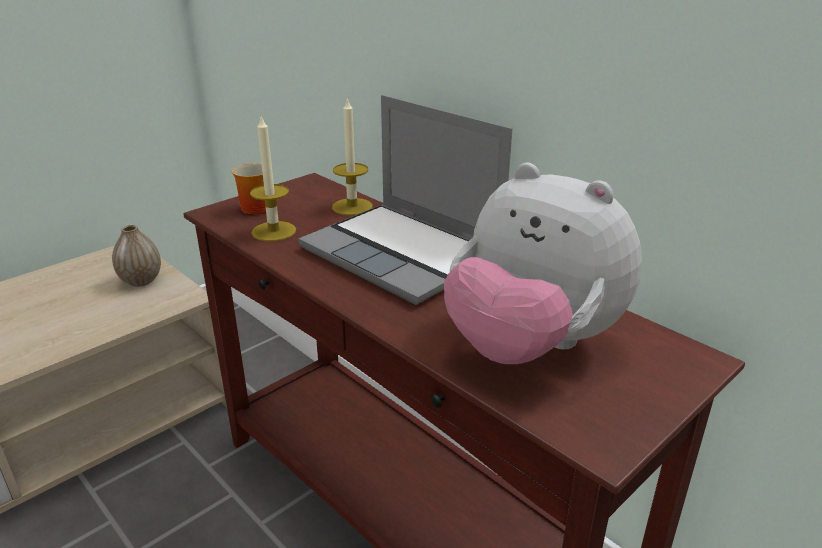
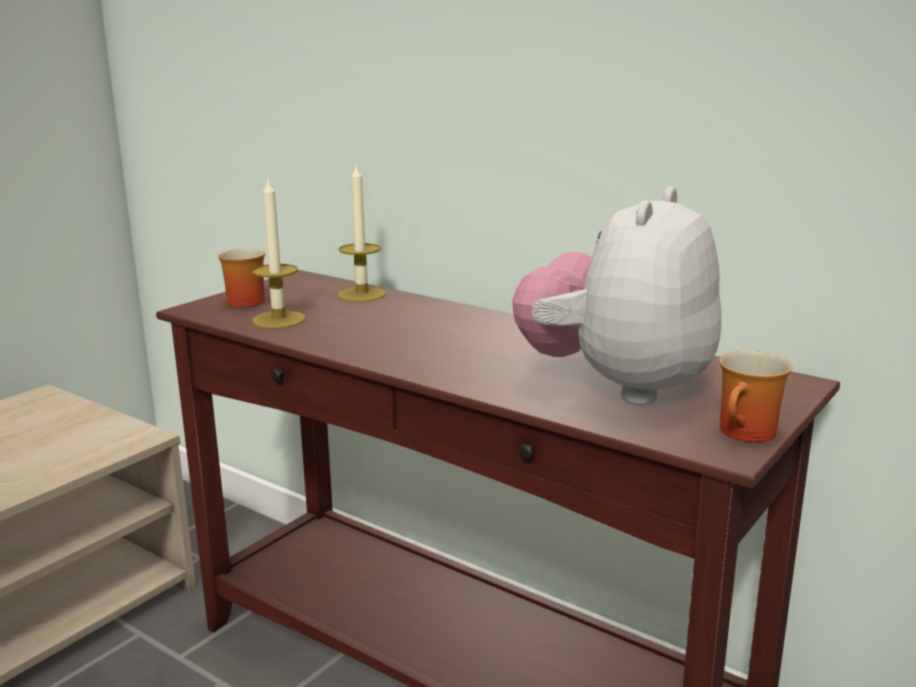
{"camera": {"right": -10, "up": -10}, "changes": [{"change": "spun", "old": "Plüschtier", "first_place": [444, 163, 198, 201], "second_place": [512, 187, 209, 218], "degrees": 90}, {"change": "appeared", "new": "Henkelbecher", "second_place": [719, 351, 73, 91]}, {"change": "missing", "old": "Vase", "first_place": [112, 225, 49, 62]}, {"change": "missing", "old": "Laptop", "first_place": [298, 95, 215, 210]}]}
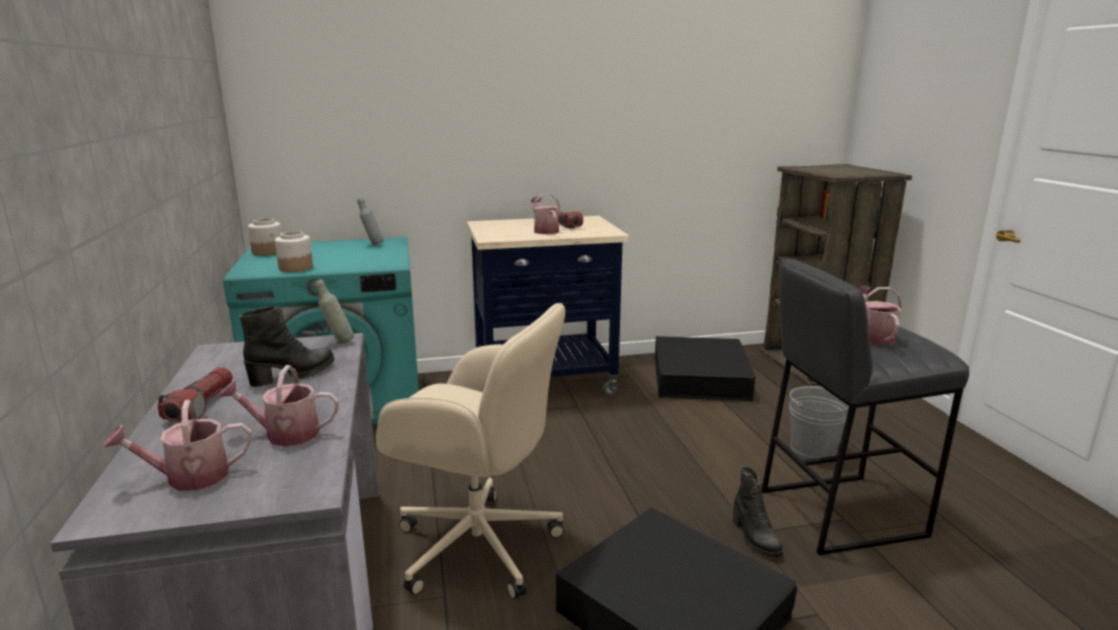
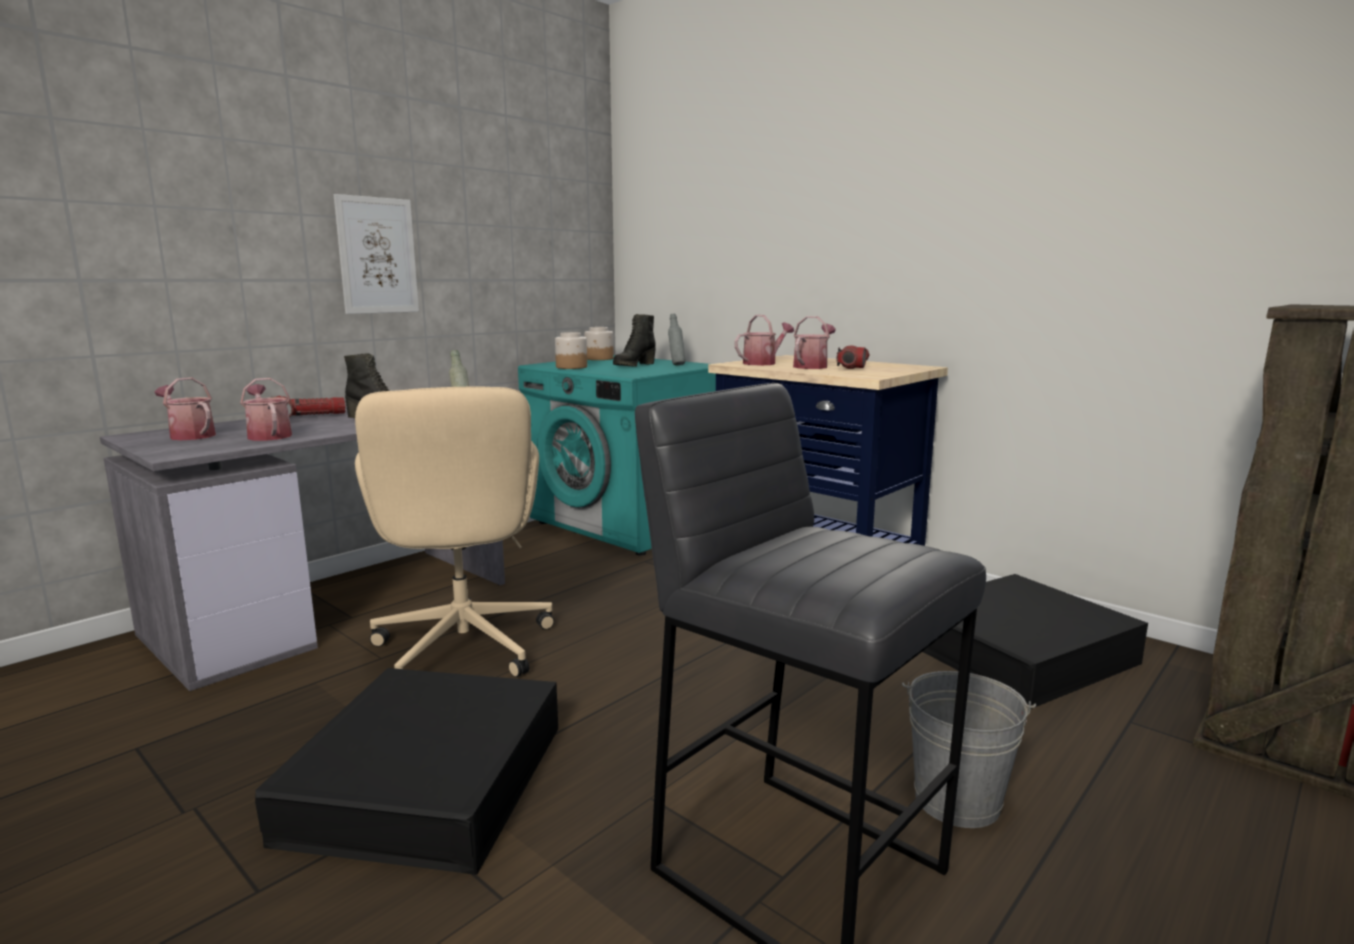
{"camera": {"right": 55, "up": -5}, "changes": [{"change": "appeared", "new": "Bild", "second_place": [334, 194, 85, 120]}, {"change": "relocated", "old": "Stiefel (schwarz)", "first_place": [733, 467, 50, 91], "second_place": [613, 314, 43, 53]}, {"change": "relocated", "old": "Gießkanne", "first_place": [858, 286, 44, 59], "second_place": [734, 315, 60, 50]}]}
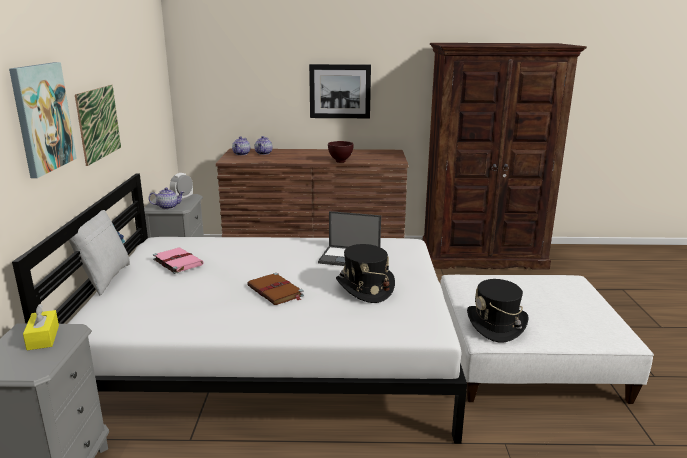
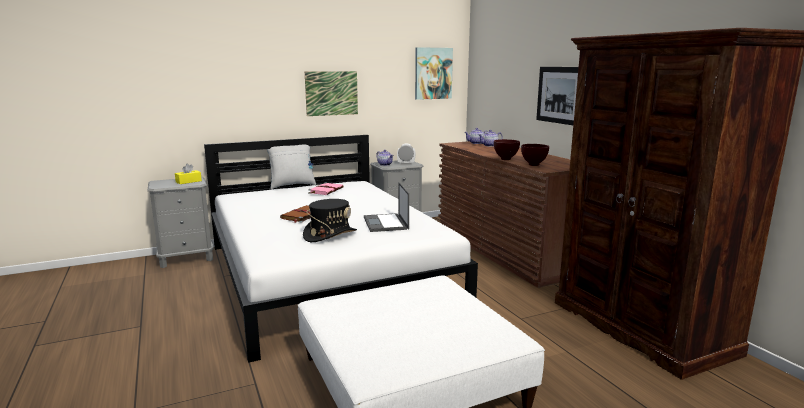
{"camera": {"right": 65, "up": -5}, "changes": [{"change": "relocated", "old": "Bild", "first_place": [9, 62, 68, 116], "second_place": [415, 47, 38, 53]}, {"change": "appeared", "new": "Schüssel (braun)", "second_place": [521, 144, 28, 22]}, {"change": "missing", "old": "Hut (schwarz)", "first_place": [467, 279, 62, 63]}]}
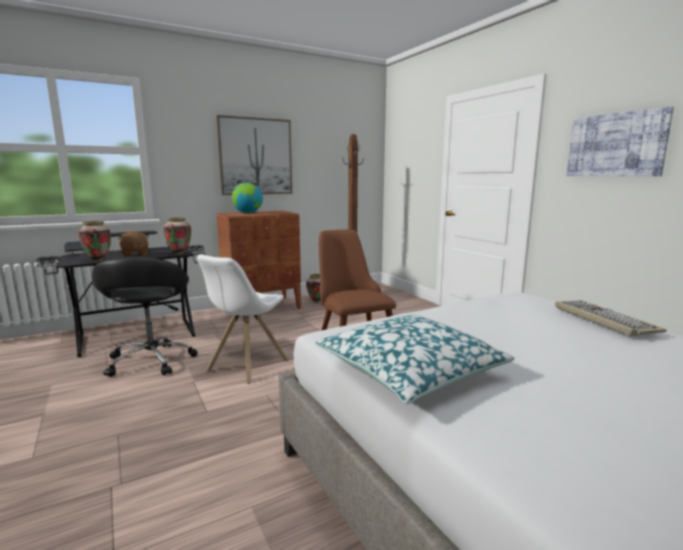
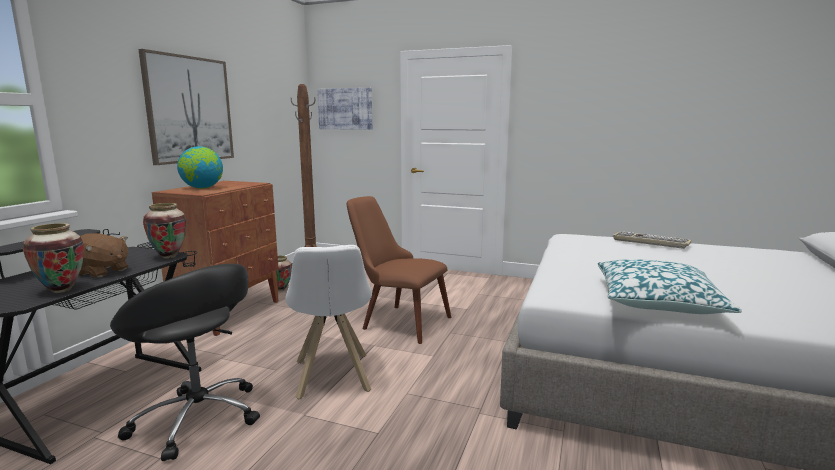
{"camera": {"right": -40, "up": 0}, "changes": [{"change": "relocated", "old": "Bild", "first_place": [567, 106, 107, 70], "second_place": [317, 88, 55, 42]}]}
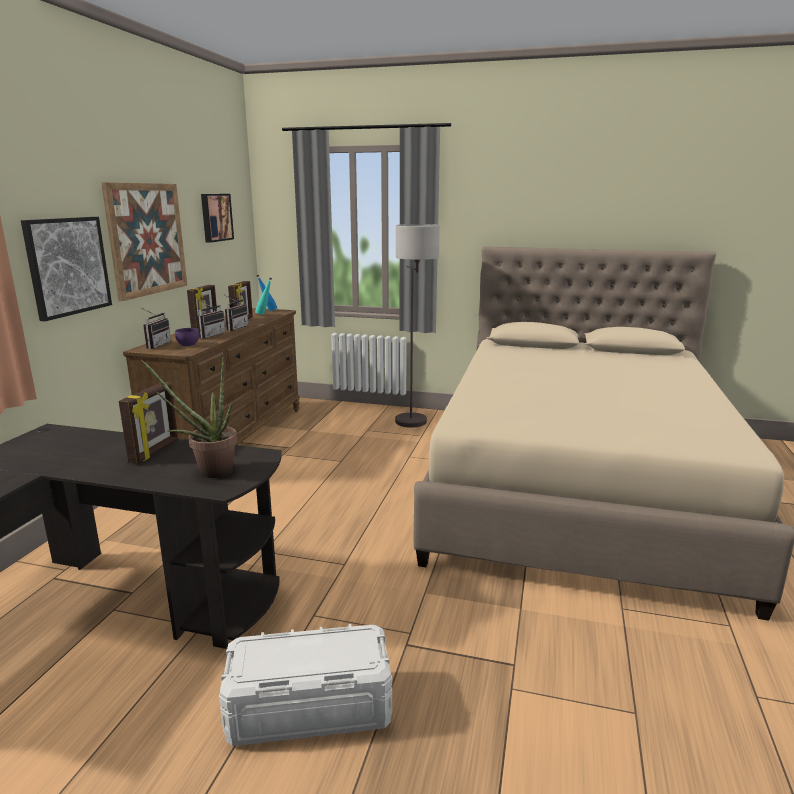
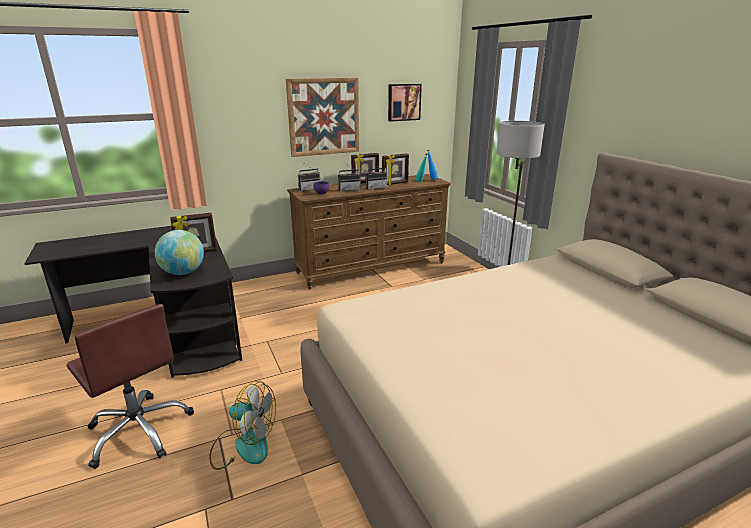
{"camera": {"right": 50, "up": 5}, "changes": [{"change": "exchanged", "old": "Aufbewahrungsbox (weiß)", "new": "Bürostuhl (braun)", "first_place": [219, 624, 173, 122], "second_place": [66, 304, 128, 165]}, {"change": "exchanged", "old": "Topfpflanze", "new": "Globus", "first_place": [141, 356, 96, 122], "second_place": [155, 230, 49, 45]}, {"change": "appeared", "new": "Ventilator", "second_place": [209, 381, 67, 89]}, {"change": "missing", "old": "Bild", "first_place": [21, 217, 91, 104]}]}
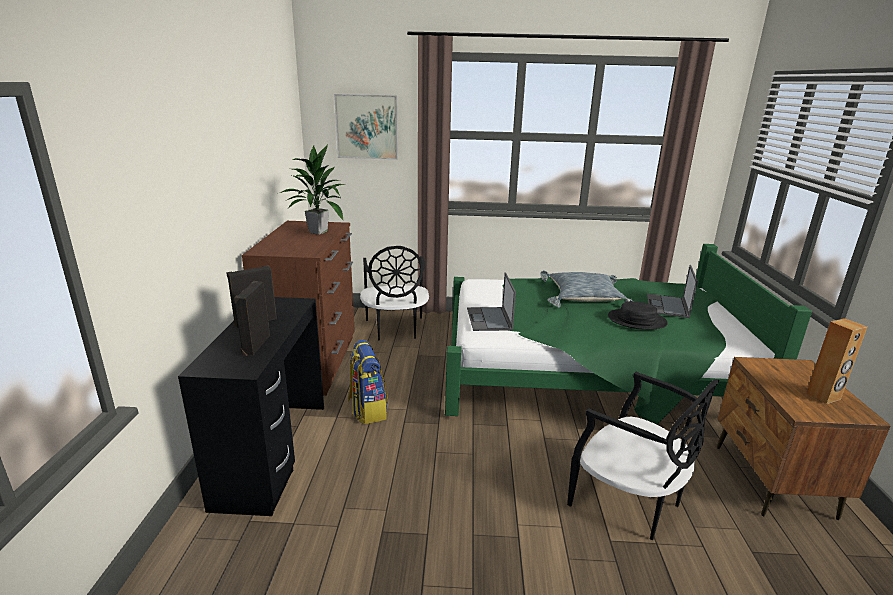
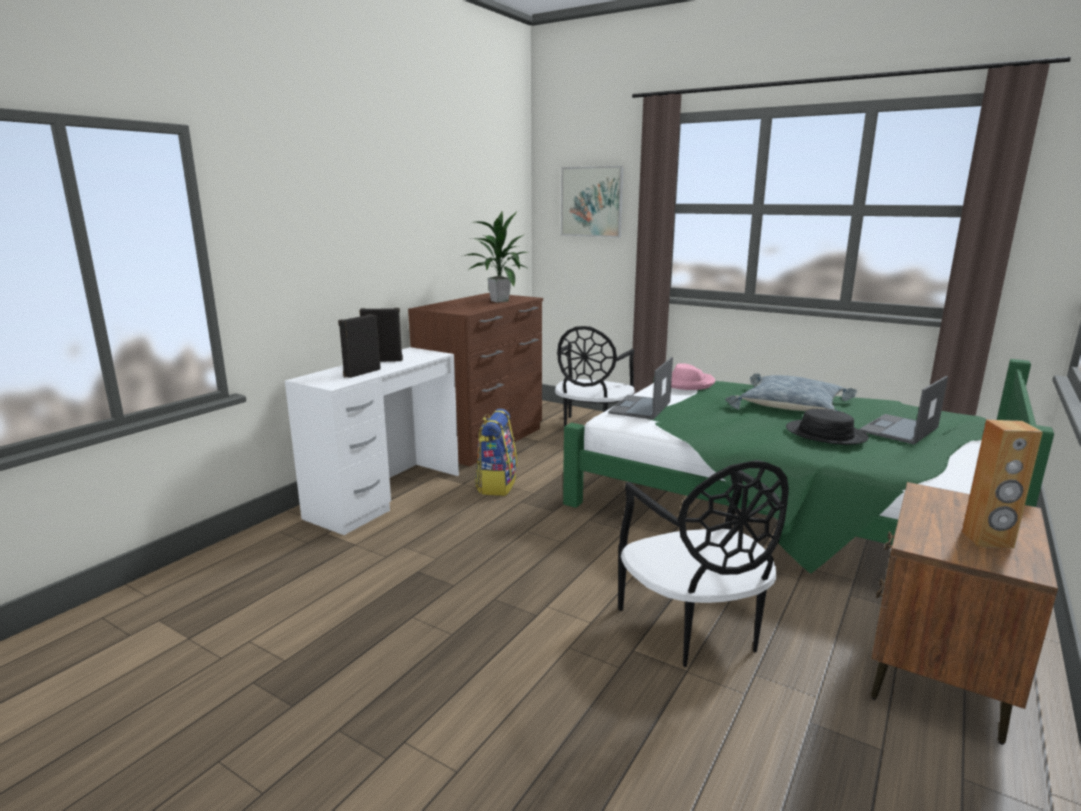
{"camera": {"right": 30, "up": -5}, "changes": [{"change": "colour", "old": "Schreibtisch (schwarz)", "new": "Schreibtisch (weiß)", "first_place": [178, 297, 146, 219], "second_place": [285, 347, 174, 188]}, {"change": "appeared", "new": "Hut (rosa)", "second_place": [671, 363, 44, 27]}]}
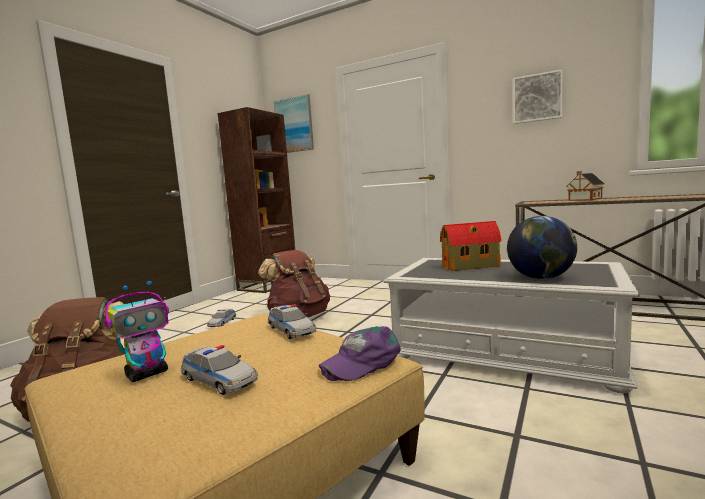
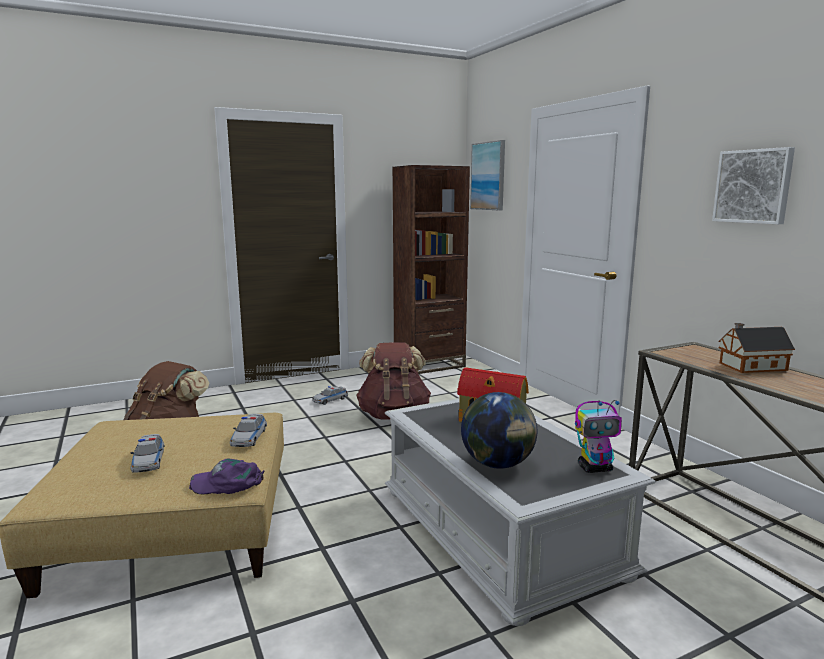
{"camera": {"right": 35, "up": 5}, "changes": [{"change": "relocated", "old": "Spielzeugroboter", "first_place": [105, 281, 64, 101], "second_place": [575, 400, 47, 73]}]}
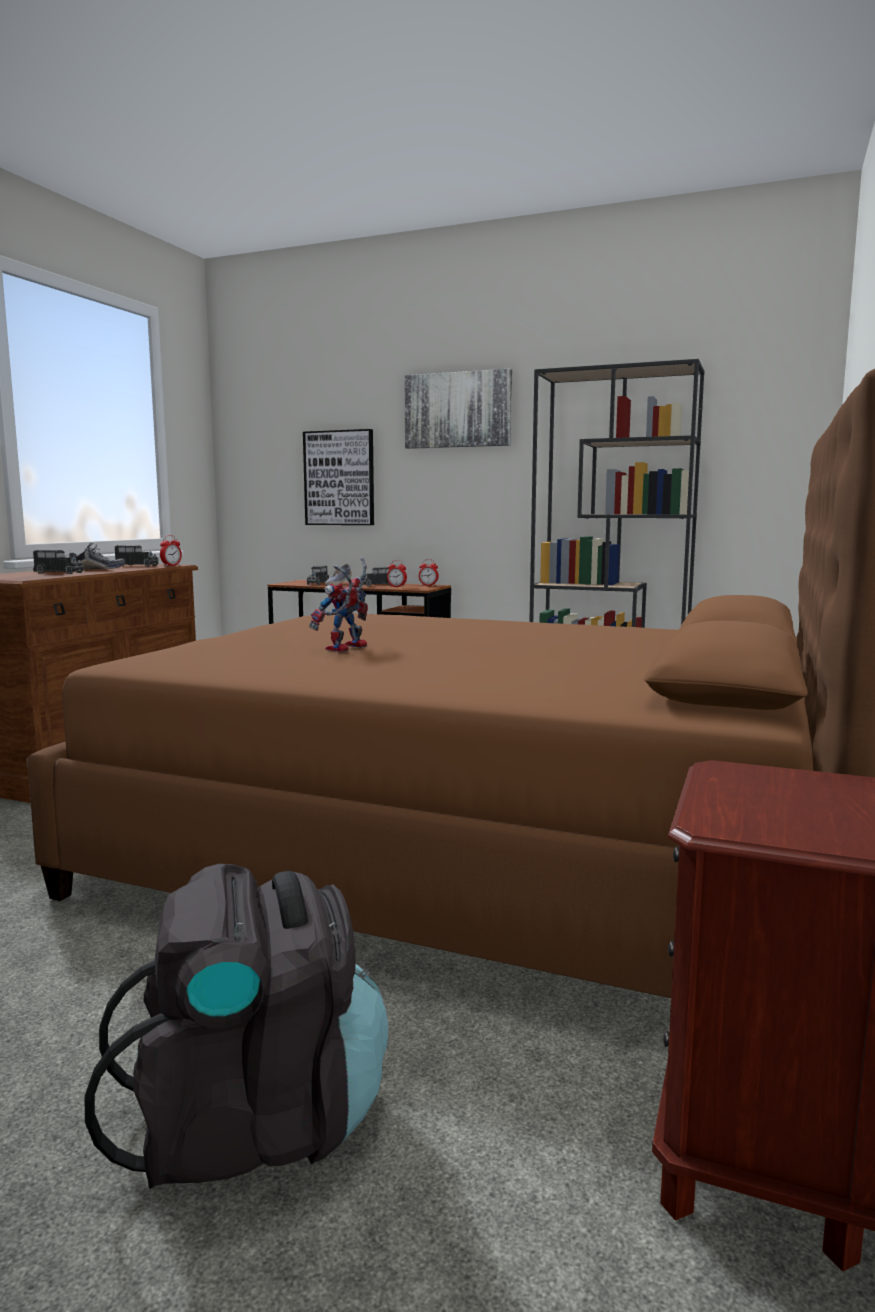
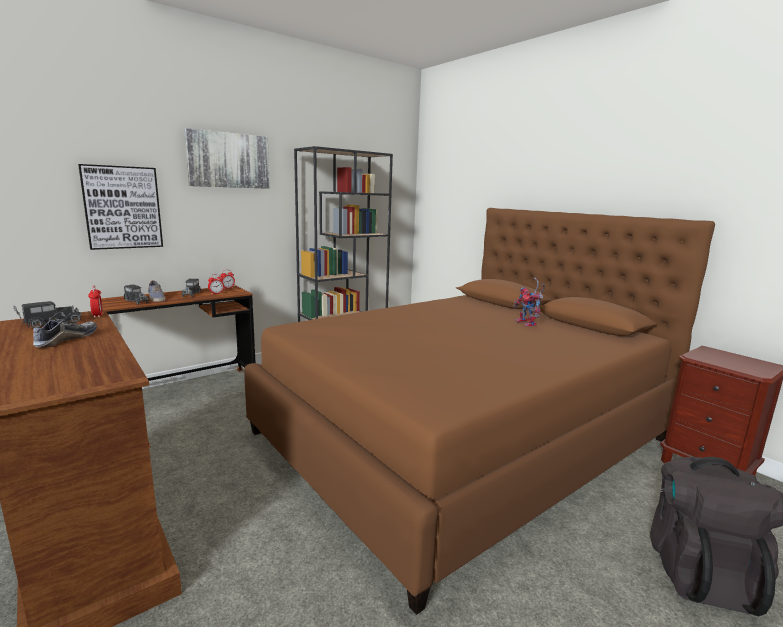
{"camera": {"right": -60, "up": 5}, "changes": [{"change": "relocated", "old": "Spielzeugroboter", "first_place": [309, 557, 59, 95], "second_place": [513, 278, 32, 49]}, {"change": "missing", "old": "Spielzeuglaster", "first_place": [33, 549, 50, 25]}]}
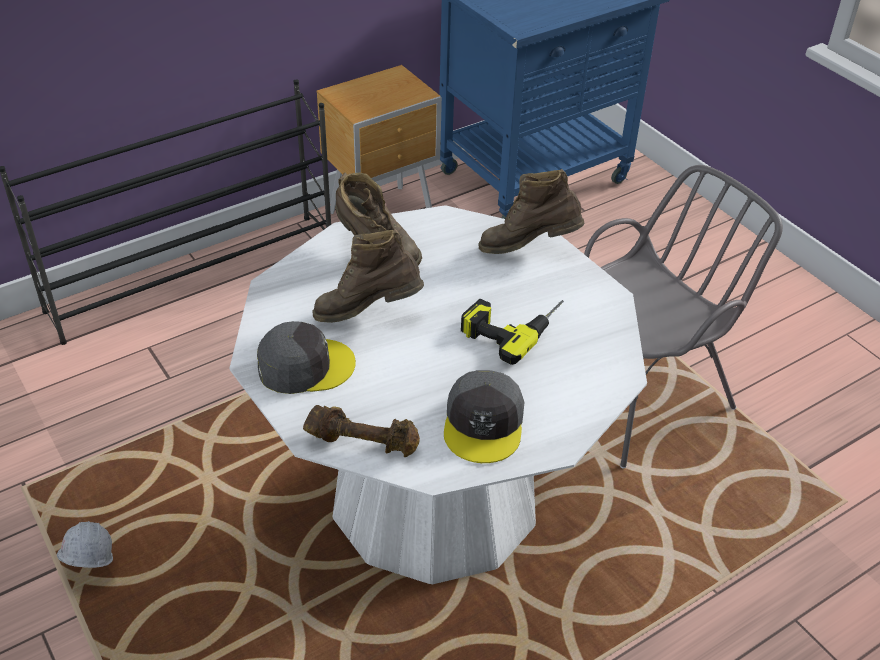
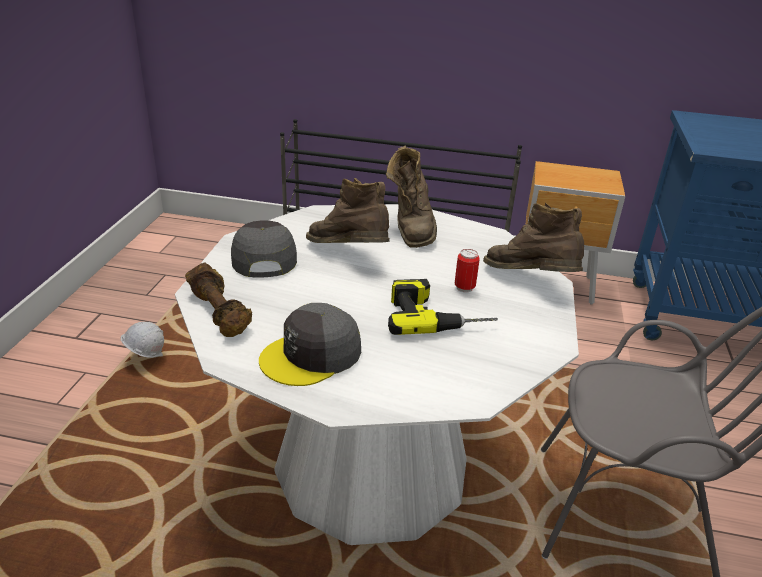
{"camera": {"right": 45, "up": -10}, "changes": [{"change": "spun", "old": "Kappe (grau)", "first_place": [257, 321, 99, 73], "second_place": [231, 220, 66, 58], "degrees": -135}, {"change": "appeared", "new": "Dose", "second_place": [455, 249, 25, 44]}]}
